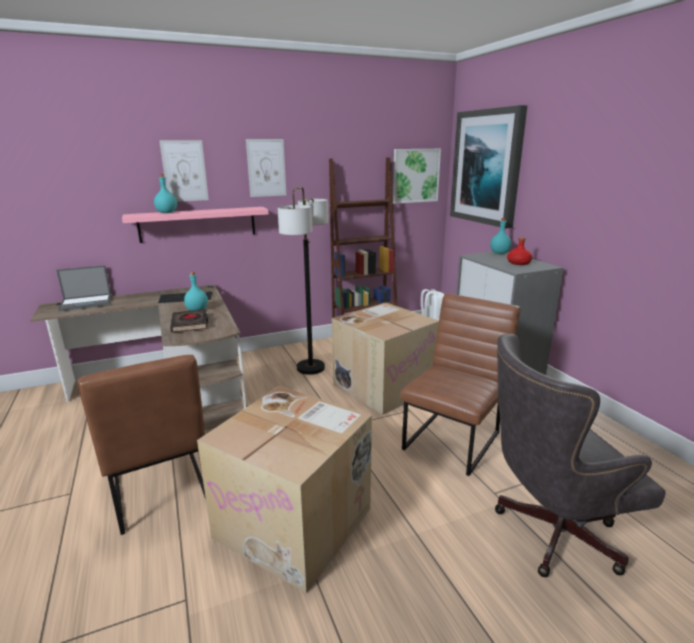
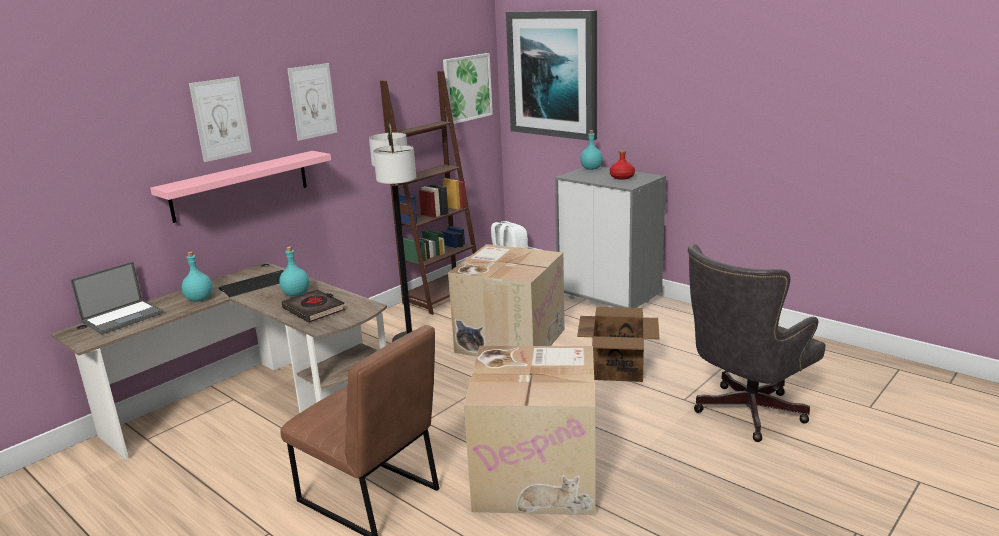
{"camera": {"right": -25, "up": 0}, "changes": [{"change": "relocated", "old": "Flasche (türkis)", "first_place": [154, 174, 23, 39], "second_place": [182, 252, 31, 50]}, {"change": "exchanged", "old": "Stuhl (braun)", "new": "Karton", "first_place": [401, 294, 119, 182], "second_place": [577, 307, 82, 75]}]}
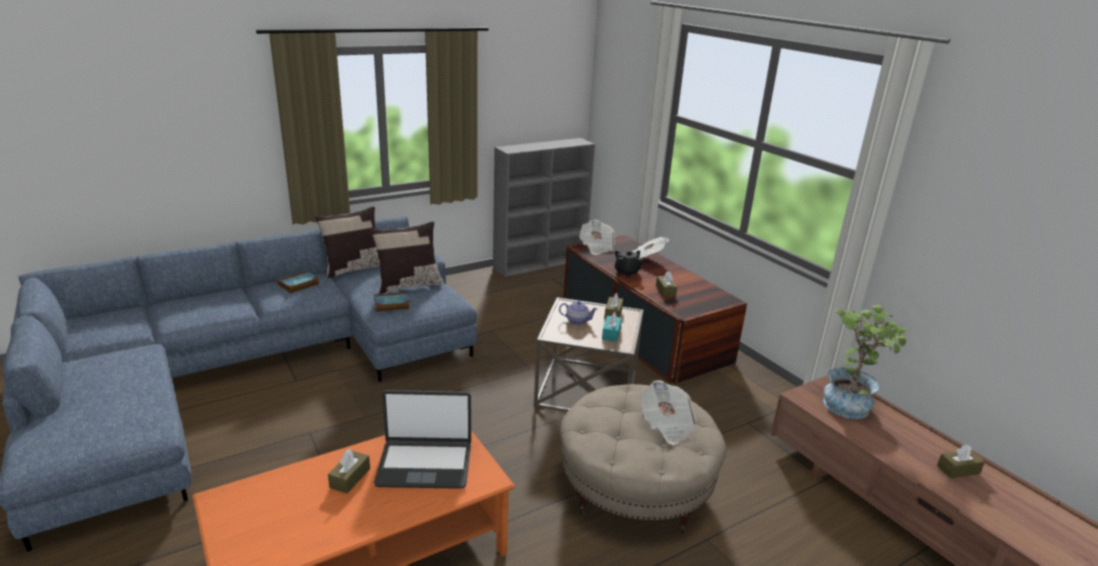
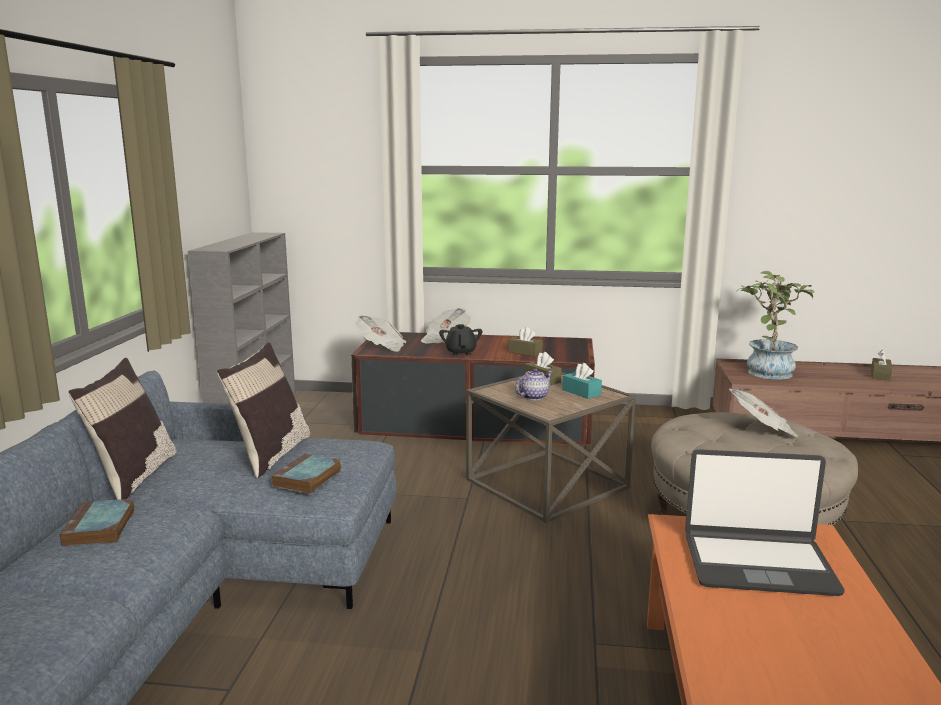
{"camera": {"right": -50, "up": -10}, "changes": [{"change": "spun", "old": "Laptop", "first_place": [374, 390, 97, 99], "second_place": [685, 449, 160, 147], "degrees": 60}, {"change": "missing", "old": "Taschentuchbox (braun)", "first_place": [328, 449, 42, 45]}]}
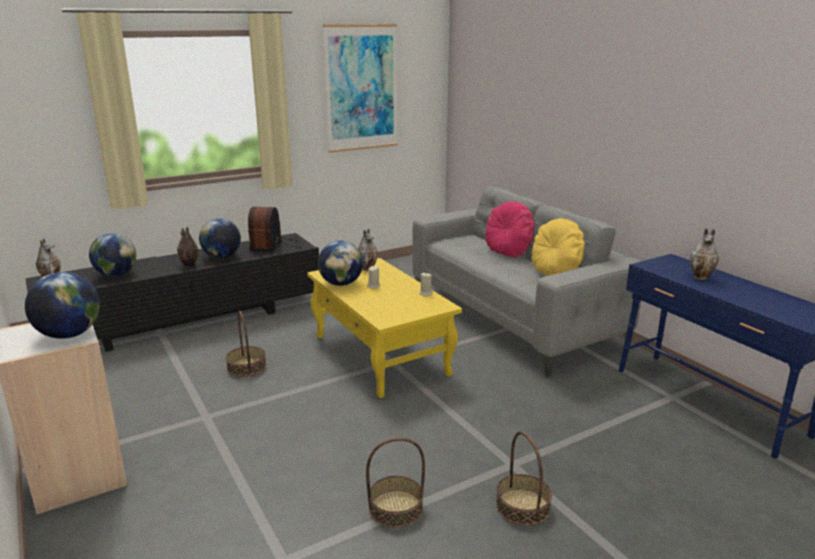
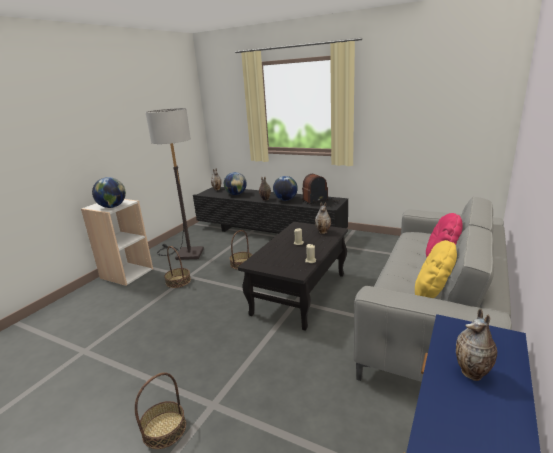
{"camera": {"right": 60, "up": 0}, "changes": [{"change": "appeared", "new": "Stehlampe", "second_place": [146, 108, 58, 152]}, {"change": "relocated", "old": "Korb", "first_place": [366, 438, 59, 90], "second_place": [164, 246, 27, 42]}, {"change": "colour", "old": "Couchtisch (gelb)", "new": "Couchtisch (schwarz)", "first_place": [307, 258, 155, 140], "second_place": [238, 222, 110, 109]}, {"change": "missing", "old": "Globus", "first_place": [318, 241, 45, 45]}, {"change": "missing", "old": "Bild", "first_place": [323, 24, 75, 129]}]}
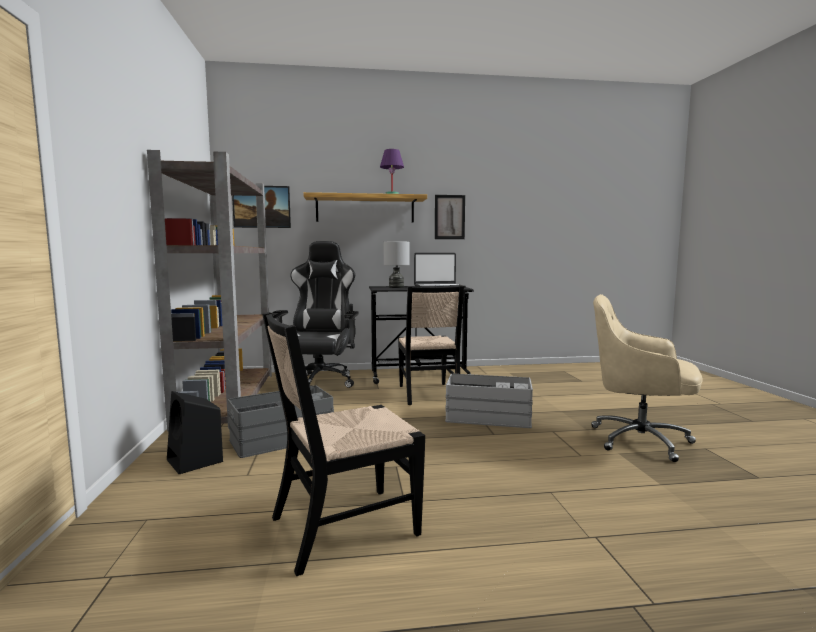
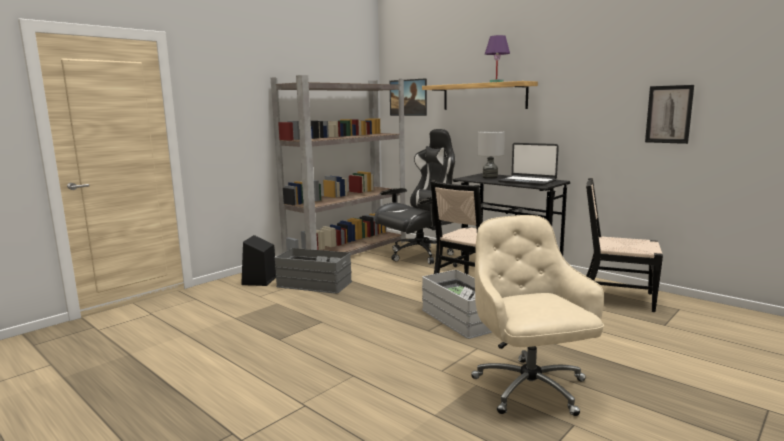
{"camera": {"right": 50, "up": 5}, "changes": [{"change": "relocated", "old": "Stuhl", "first_place": [262, 312, 163, 264], "second_place": [586, 178, 77, 134]}, {"change": "relocated", "old": "Bild", "first_place": [435, 195, 30, 44], "second_place": [645, 85, 49, 59]}]}
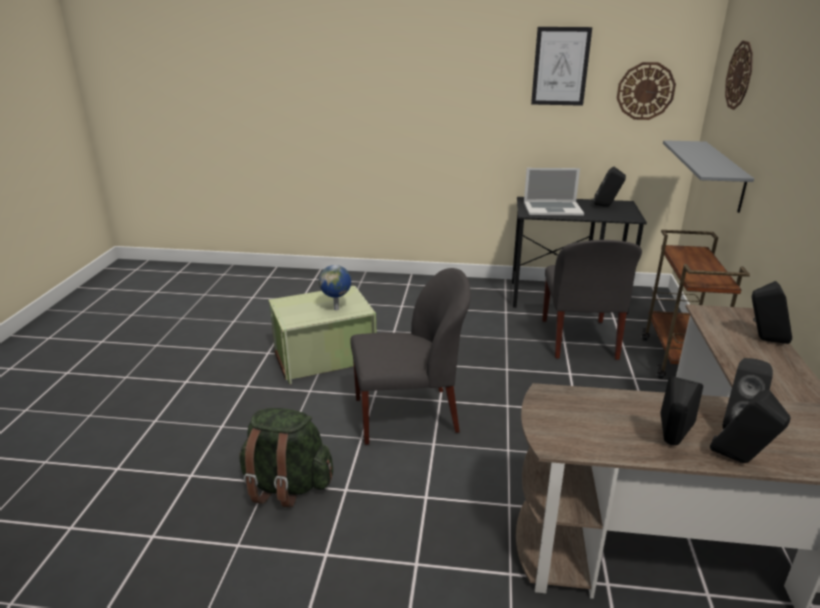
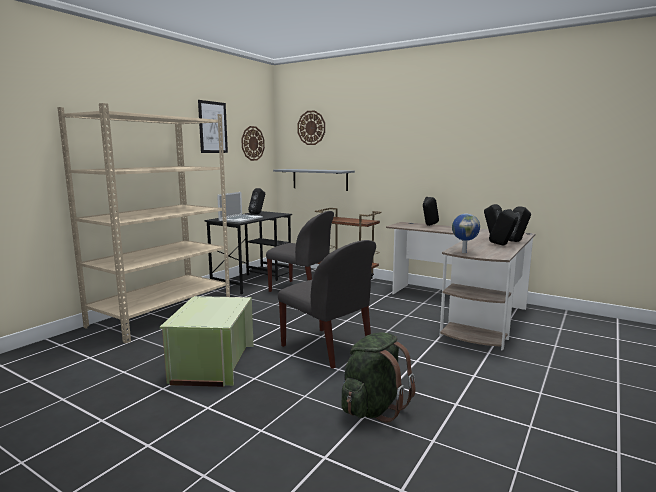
{"camera": {"right": -65, "up": -15}, "changes": [{"change": "appeared", "new": "Bücherregal (beige)", "second_place": [57, 103, 173, 240]}, {"change": "spun", "old": "Stuhl (grau)", "first_place": [350, 268, 121, 177], "second_place": [278, 240, 98, 129], "degrees": 120}, {"change": "relocated", "old": "Globus", "first_place": [319, 265, 32, 46], "second_place": [452, 214, 28, 39]}]}
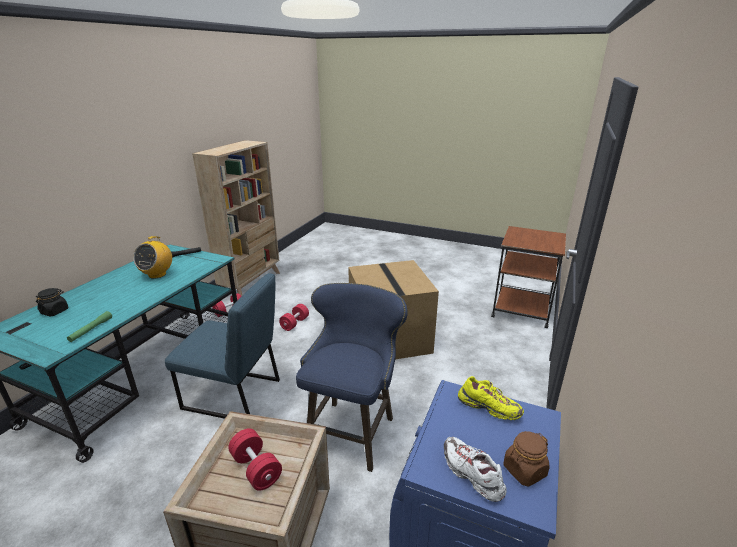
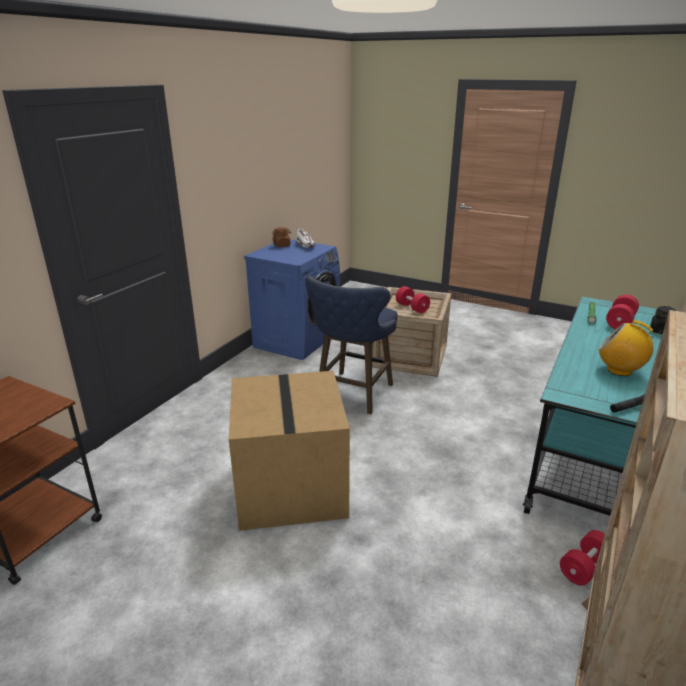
{"camera": {"right": -175, "up": 0}, "changes": [{"change": "spun", "old": "Radio", "first_place": [133, 236, 39, 43], "second_place": [598, 320, 61, 56], "degrees": -75}, {"change": "relocated", "old": "Hantel (rot)", "first_place": [279, 304, 30, 27], "second_place": [606, 294, 33, 35]}, {"change": "missing", "old": "Stuhl (blau)", "first_place": [165, 273, 115, 146]}, {"change": "missing", "old": "Schuh (gelb)", "first_place": [458, 376, 66, 44]}]}
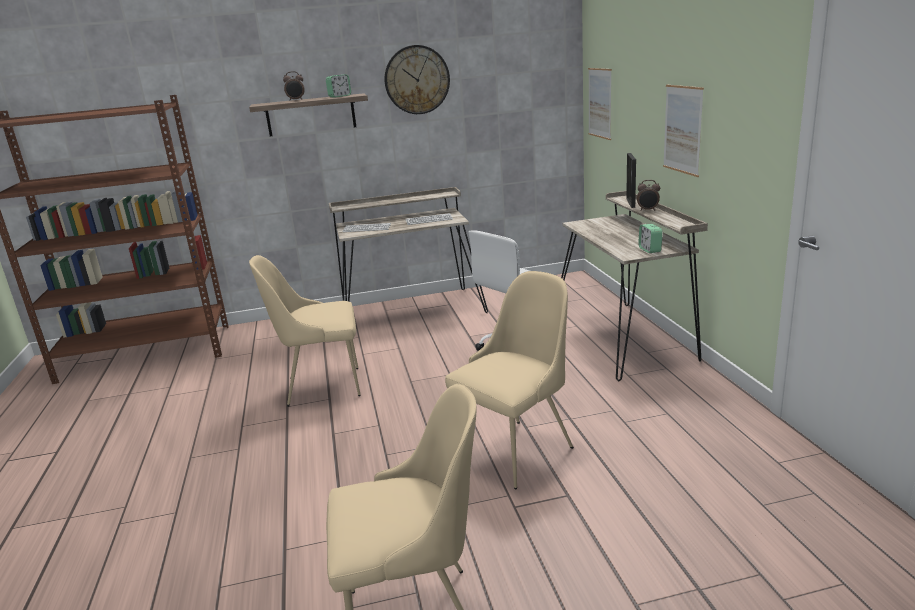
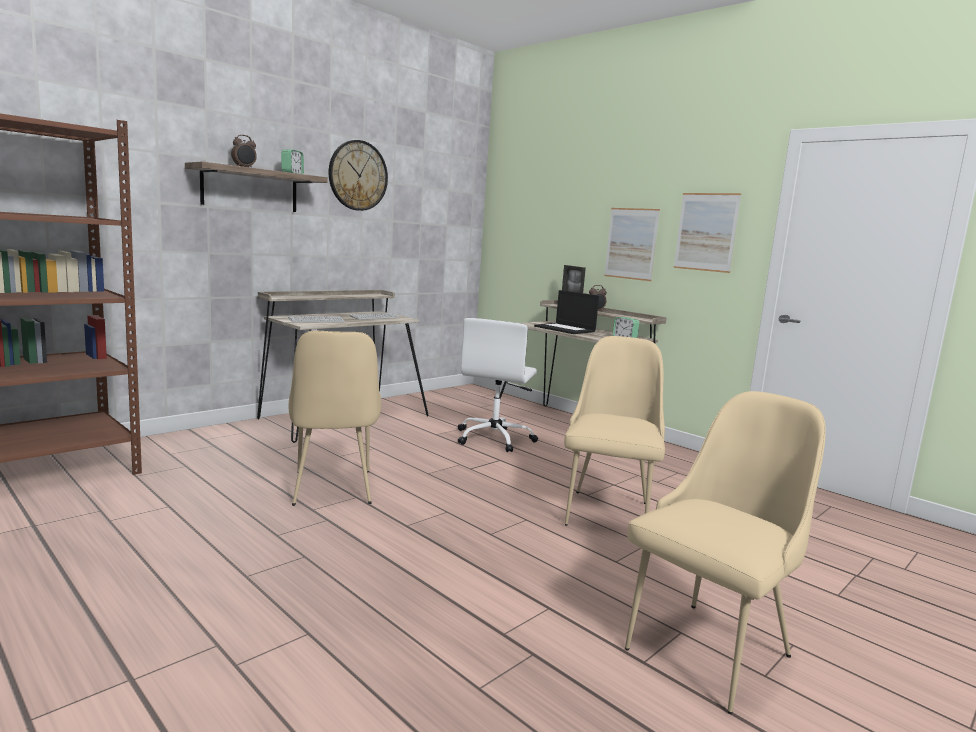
{"camera": {"right": -35, "up": -10}, "changes": [{"change": "spun", "old": "Stuhl (beige)", "first_place": [249, 255, 112, 152], "second_place": [288, 331, 93, 175], "degrees": -60}, {"change": "appeared", "new": "Laptop", "second_place": [534, 290, 65, 44]}, {"change": "relocated", "old": "Bild", "first_place": [588, 68, 24, 72], "second_place": [674, 193, 67, 80]}]}
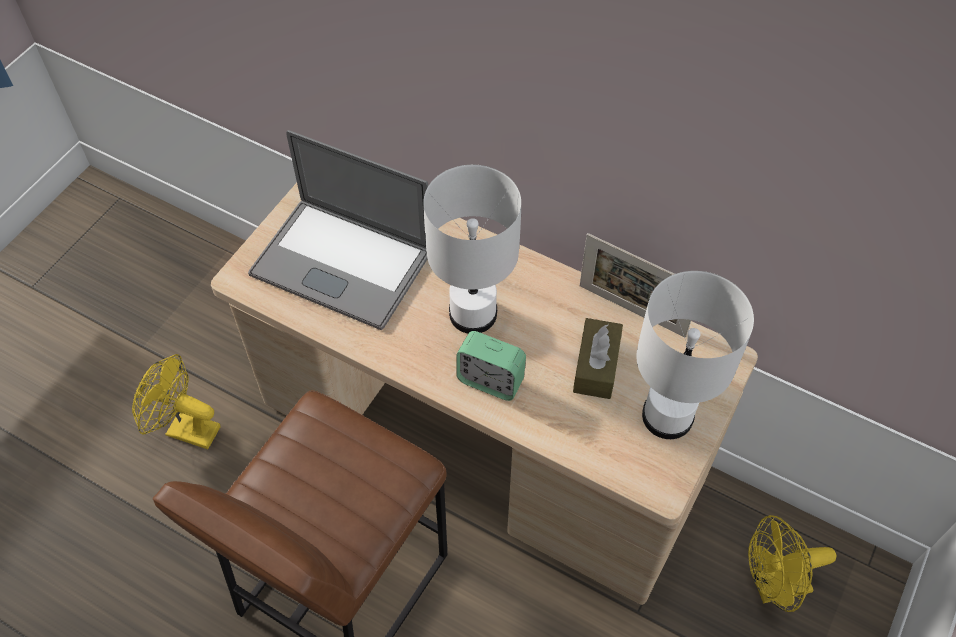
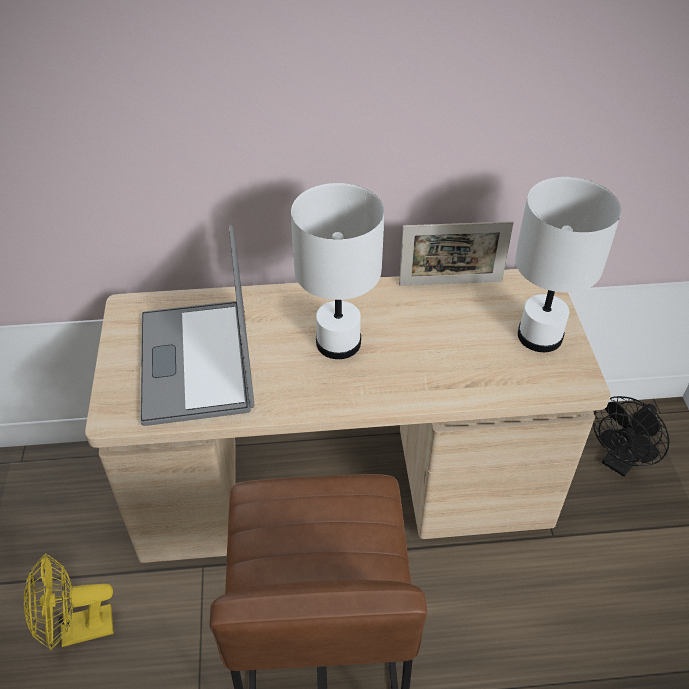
{"camera": {"right": -35, "up": -10}, "changes": [{"change": "spun", "old": "Laptop", "first_place": [248, 130, 180, 200], "second_place": [140, 225, 115, 201], "degrees": 90}, {"change": "colour", "old": "Ventilator (gelb)", "new": "Ventilator (schwarz)", "first_place": [748, 515, 88, 97], "second_place": [593, 396, 76, 81]}, {"change": "missing", "old": "Wecker", "first_place": [456, 331, 70, 70]}, {"change": "missing", "old": "Taschentuchbox (braun)", "first_place": [573, 318, 50, 81]}]}
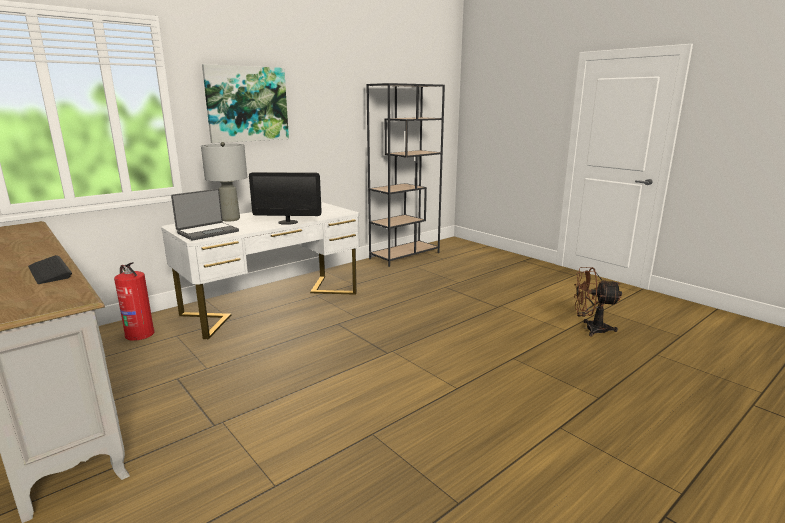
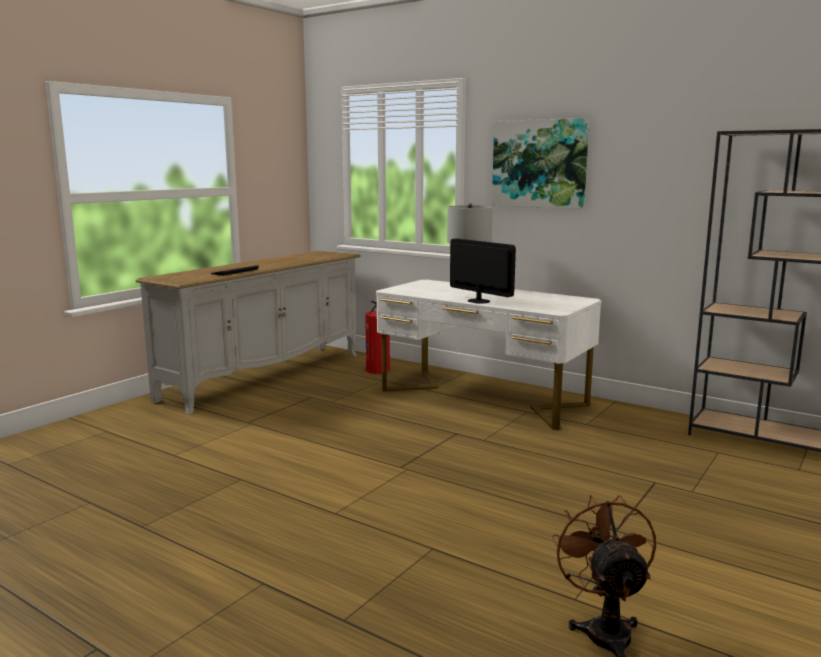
{"camera": {"right": 75, "up": -5}, "changes": [{"change": "spun", "old": "Monitor", "first_place": [249, 172, 72, 52], "second_place": [450, 238, 66, 66], "degrees": 150}, {"change": "missing", "old": "Laptop", "first_place": [171, 189, 68, 51]}]}
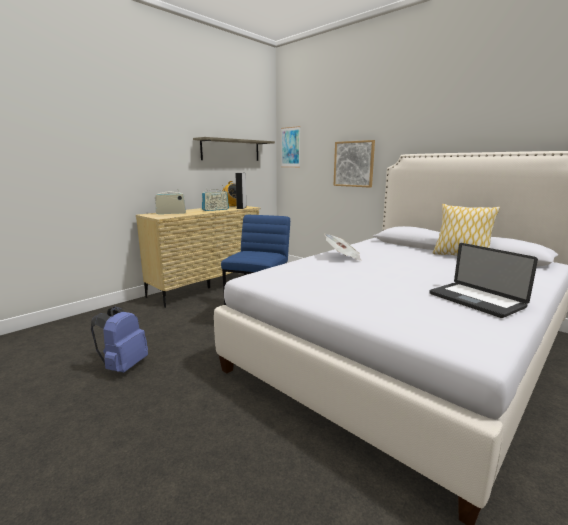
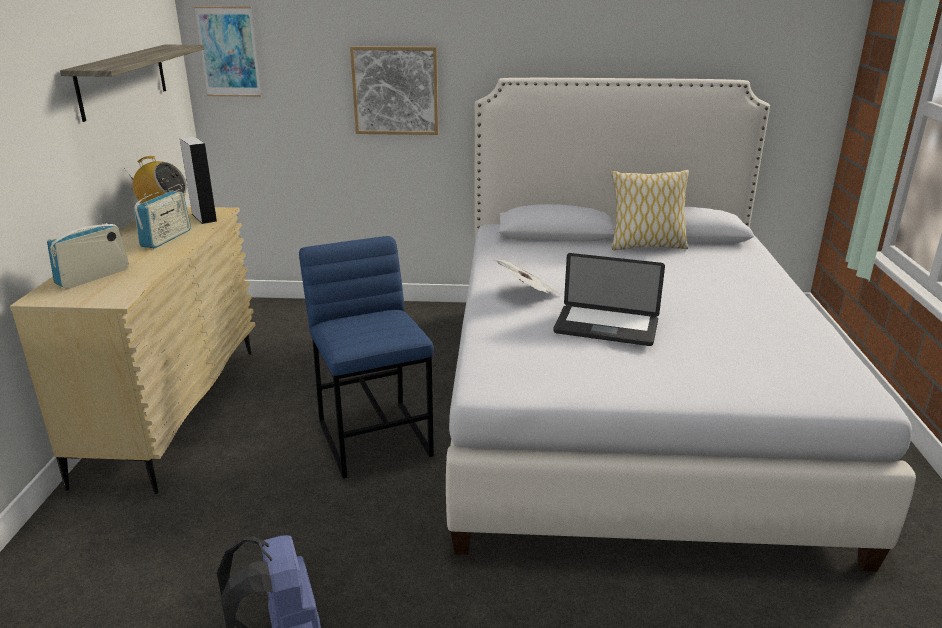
{"camera": {"right": -40, "up": 10}, "changes": [{"change": "relocated", "old": "Laptop", "first_place": [429, 243, 109, 75], "second_place": [553, 253, 112, 93]}]}
